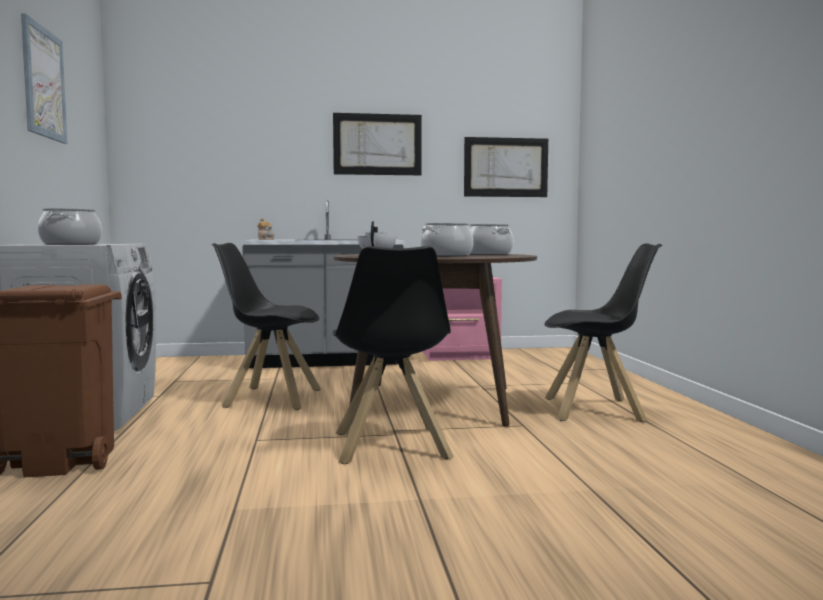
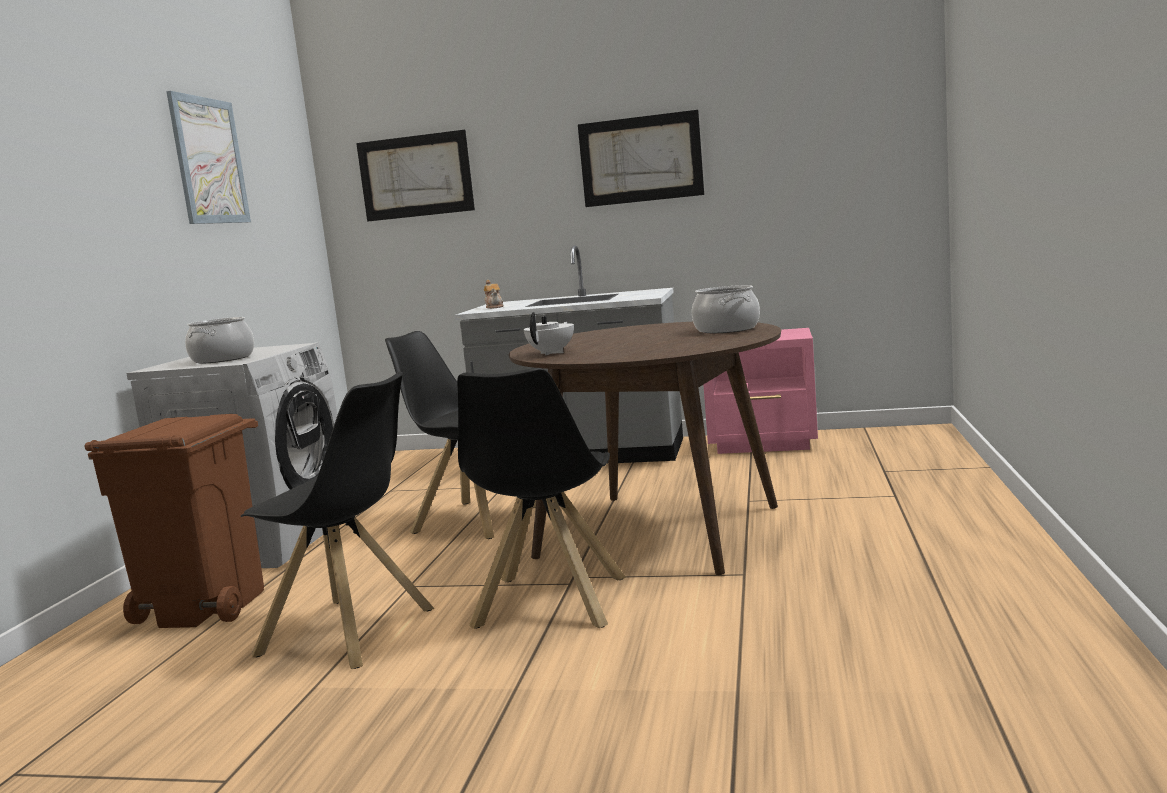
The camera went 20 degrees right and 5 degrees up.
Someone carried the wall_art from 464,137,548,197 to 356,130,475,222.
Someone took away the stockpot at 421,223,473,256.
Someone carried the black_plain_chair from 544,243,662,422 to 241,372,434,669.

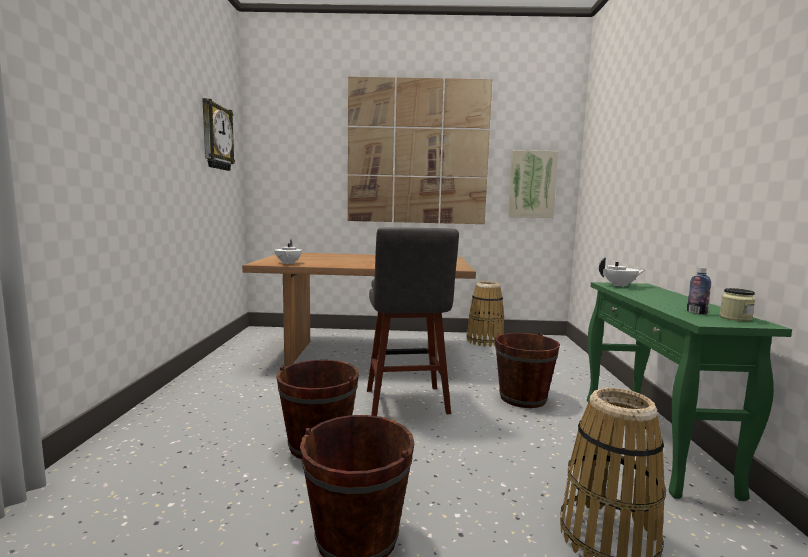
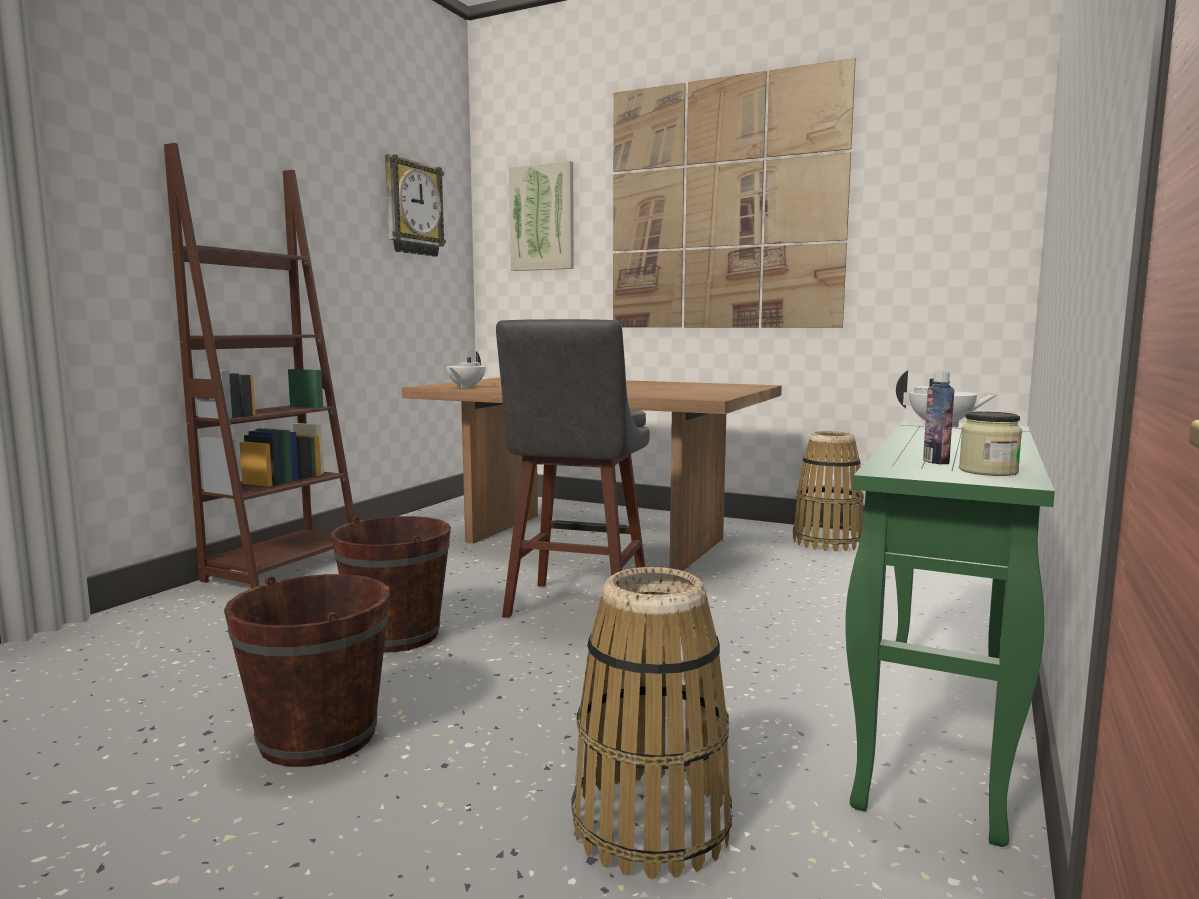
The camera went 25 degrees right and 0 degrees up.
Someone carried the wall_art from 508,150,558,218 to 509,161,574,271.
Someone took away the brown-coloured_bucket at 495,333,560,408.
Someone put down the brown-coloured_bookcase at 164,143,355,589.

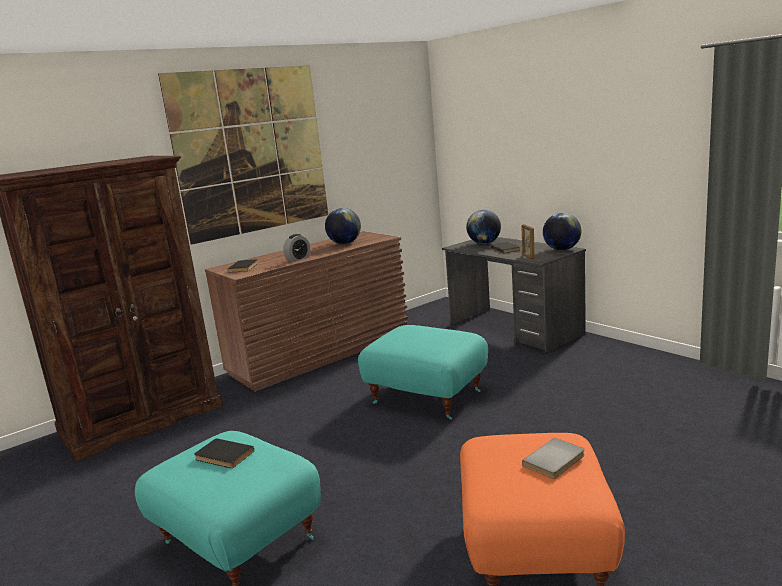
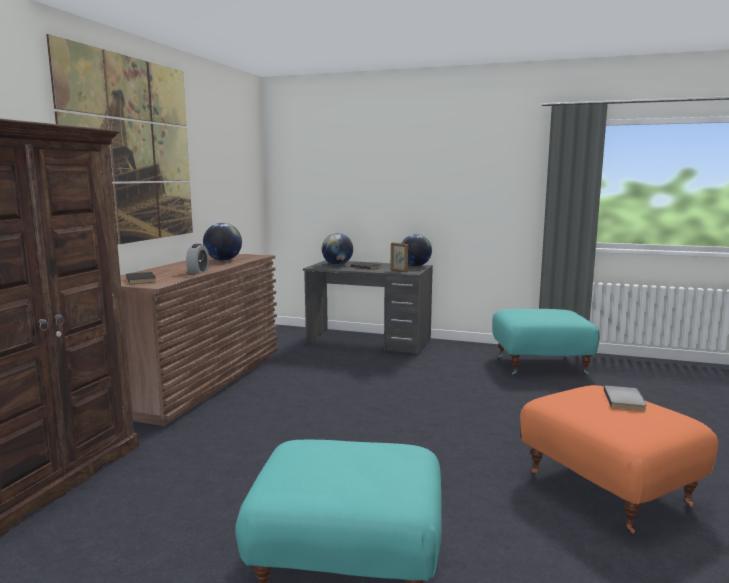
The camera went 35 degrees left and 5 degrees down.
Someone carried the turquoise_ottoman from 358,325,488,420 to 492,309,600,374.
Someone took away the black_book at 194,438,254,468.

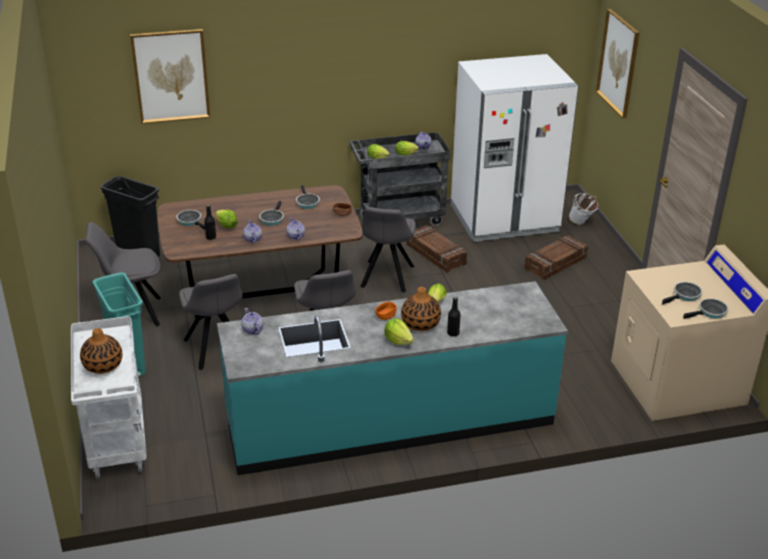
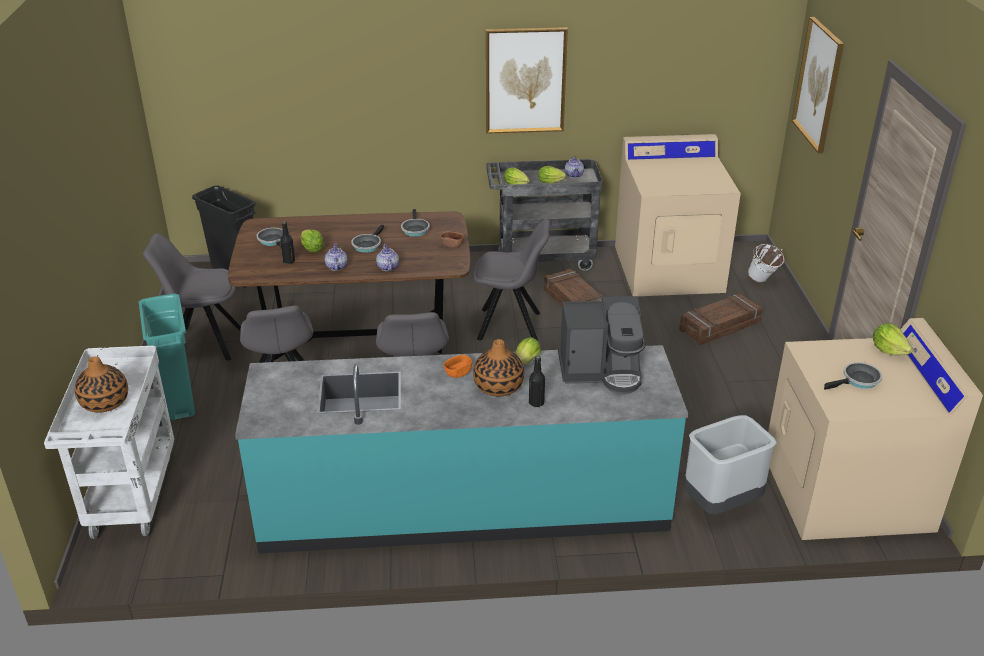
The camera went 10 degrees right and 0 degrees up.
Someone carried the wall_art from 130,29,210,124 to 486,27,568,134.
Someone swapped the white-coloured_refrigerator at 451,54,579,242 for the beige_laundry_appliance at 615,134,741,296.
Someone rotated the greyish_plain_chair at 360,207,416,292 by 105 degrees counterclockwise.
Someone took away the frying_pan at 683,298,729,319.
Someone took away the pot_for_tea at 241,308,263,335.
Someone carried the head_of_lettuce from 384,318,414,345 to 873,323,913,355.
Someone put down the coffee_brewer at 558,296,645,394.
Someone put down the greyish_waste_bin at 684,415,777,514.

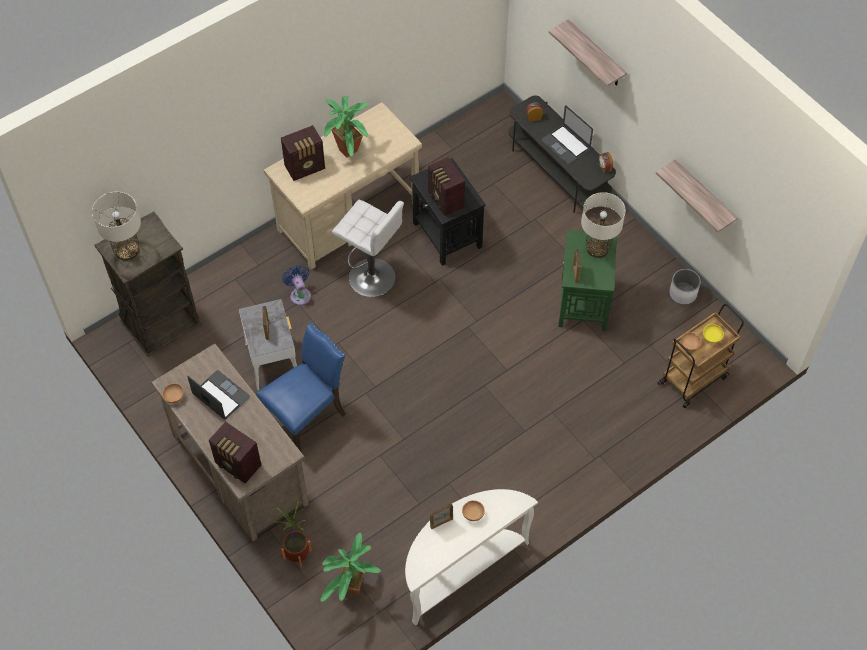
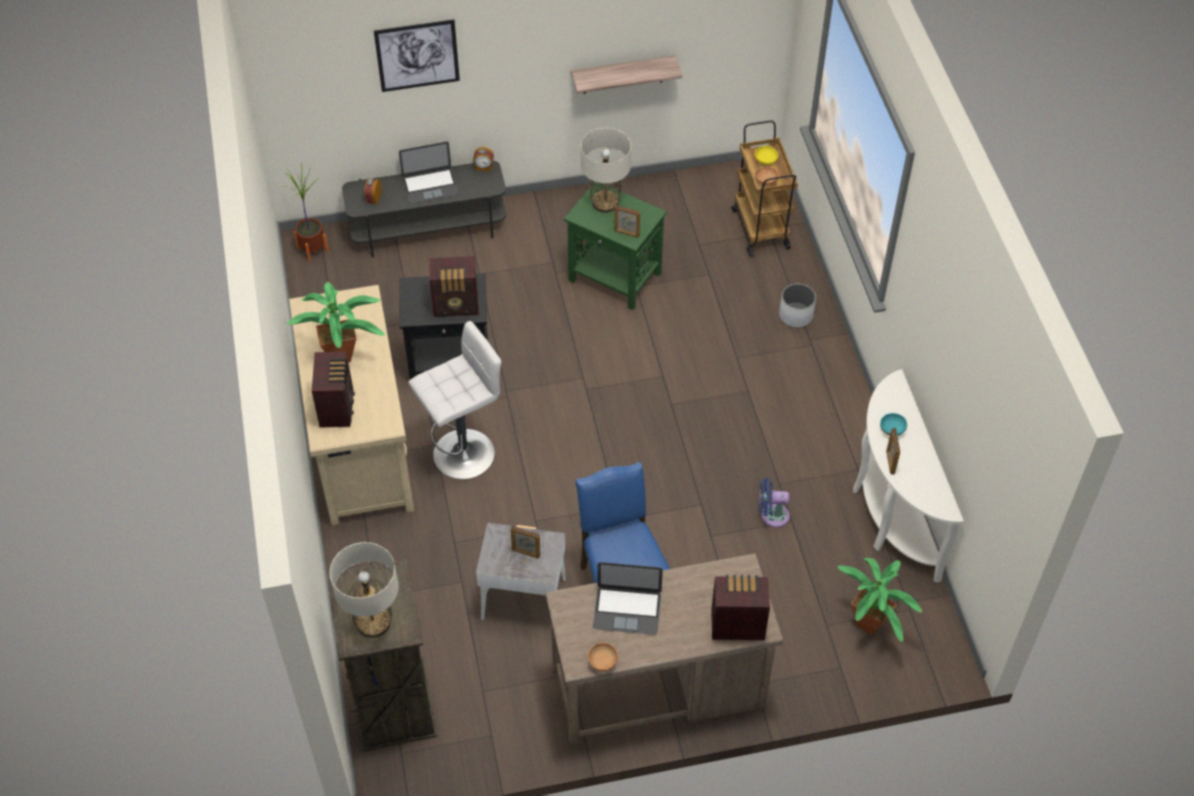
The camera went 65 degrees left and 5 degrees down.
Someone swapped the shelf at 549,19,627,87 for the wall_art at 374,19,460,92.
Someone carried the bluish_fan from 282,265,311,305 to 759,478,790,528.
Someone carried the white-coloured_planter from 669,269,701,305 to 779,284,816,328.
Someone rotated the notebook_computer at 187,370,250,419 by 150 degrees counterclockwise.
Someone rotated the radio_receiver at 209,421,261,484 by 150 degrees counterclockwise.
Someone carried the plant_in_a_pot from 274,499,312,567 to 284,168,328,262.
Someone repainted the brown-coloured_deep_dish at 462,500,485,521, which became the turquoise_deep_dish at 880,413,907,436.

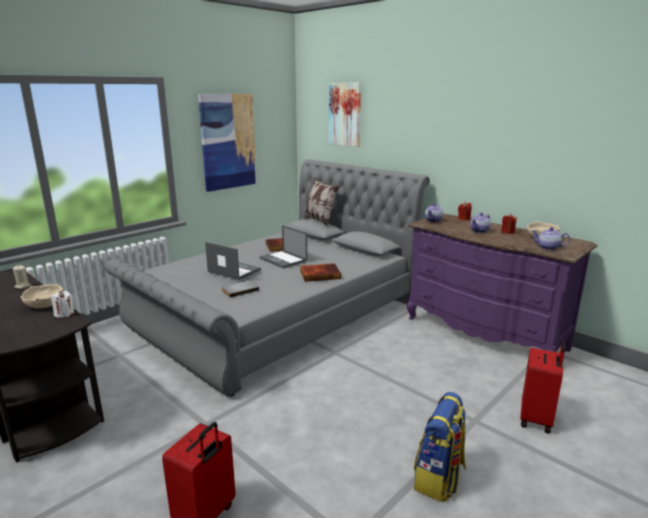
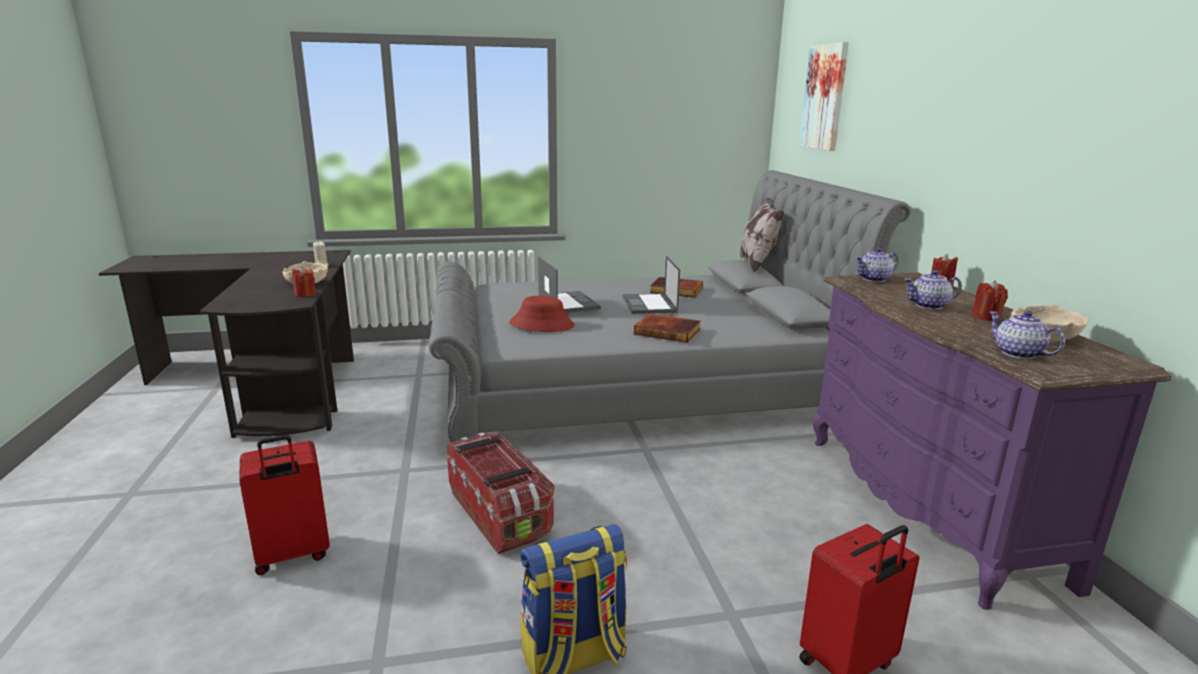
The camera went 35 degrees right and 0 degrees up.
Someone took away the wall_art at 198,94,257,192.
Someone swapped the greyish_book at 222,281,259,297 for the red-coloured_clothing_hat at 509,296,575,332.
Someone repainted the white-coloured_candle at 51,291,74,318, which became the red-coloured_candle at 292,267,316,297.
Someone put down the storage_container at 447,433,554,554.

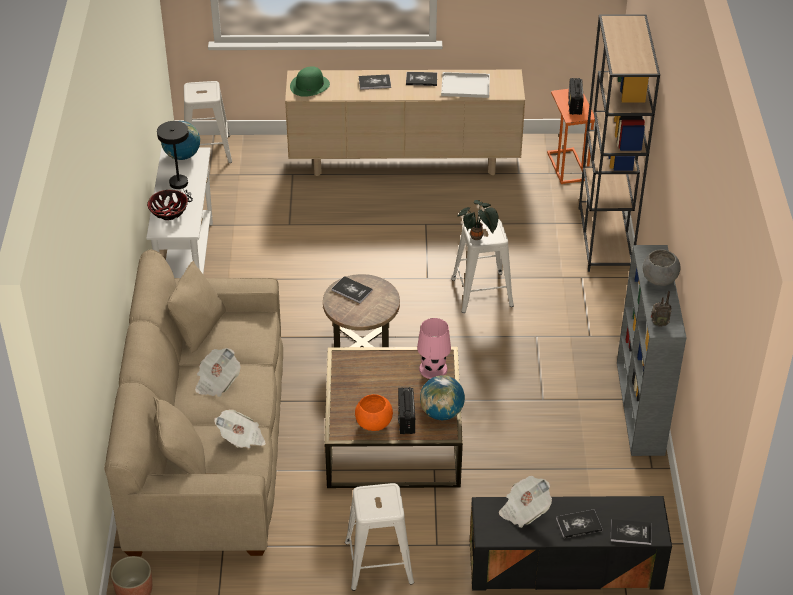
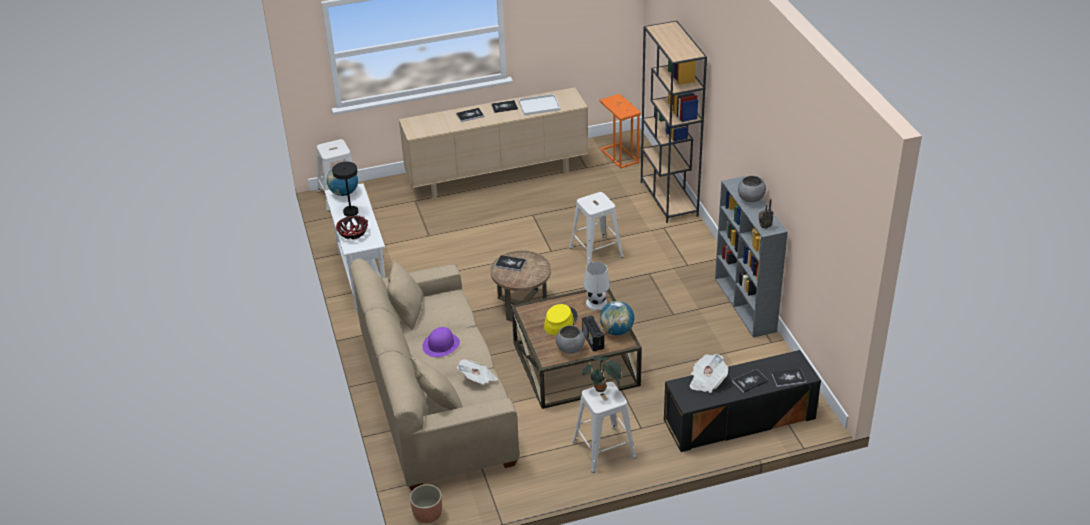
The camera went 15 degrees left and 5 degrees down.
Someone took away the greenish_clothing_hat at 290,66,330,97.
Someone took away the radio_receiver at 568,78,584,115.
Someone carried the plant_in_a_pot from 457,200,498,240 to 582,356,621,392.
Someone repainted the pinkish_lamp_for_a_table at 417,318,451,379, which became the white-coloured_lamp_for_a_table at 584,262,610,311.
Someone swapped the newspaper at 195,348,241,397 for the purplish_clothing_hat at 422,327,460,357.
Someone repainted the orangey_deep_dish at 355,394,393,431, which became the greyish_deep_dish at 556,325,585,354.
Someone put down the yellow-coloured_clothing_hat at 544,304,578,335.

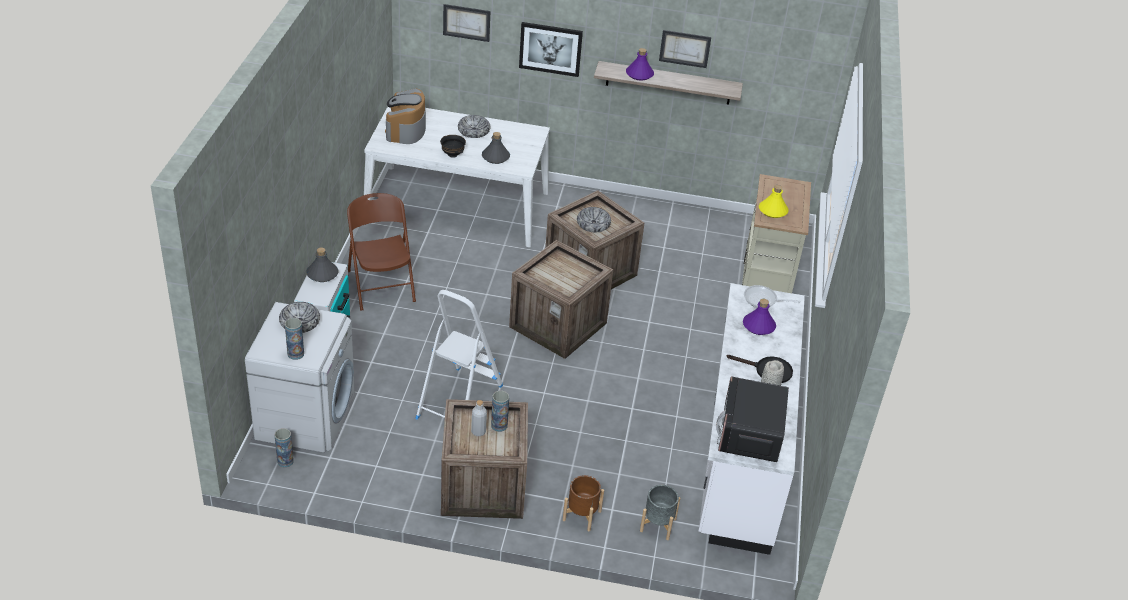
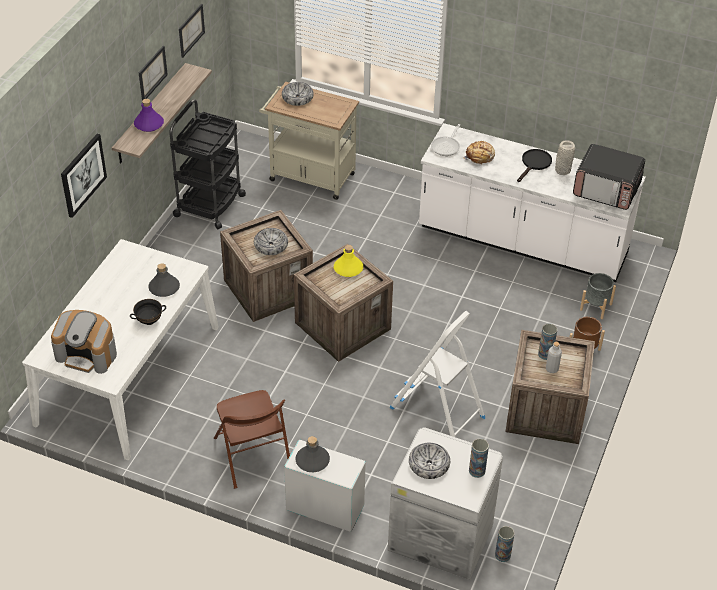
The camera went 75 degrees left and 5 degrees up.
Someone carried the wall_art from 443,4,490,42 to 179,4,205,58.
Someone carried the deep_dish from 458,115,490,138 to 282,82,314,106.
Someone carried the yellow-coloured_drink_bottle from 759,185,789,218 to 334,245,363,277.
Someone rotated the brown-coloured_plain_chair at 347,193,416,311 by 105 degrees counterclockwise.
Someone swapped the purplish_drink_bottle at 743,299,776,335 for the bread at 463,141,495,165.
Someone put down the black_wheeled_cart at 170,99,246,229.

